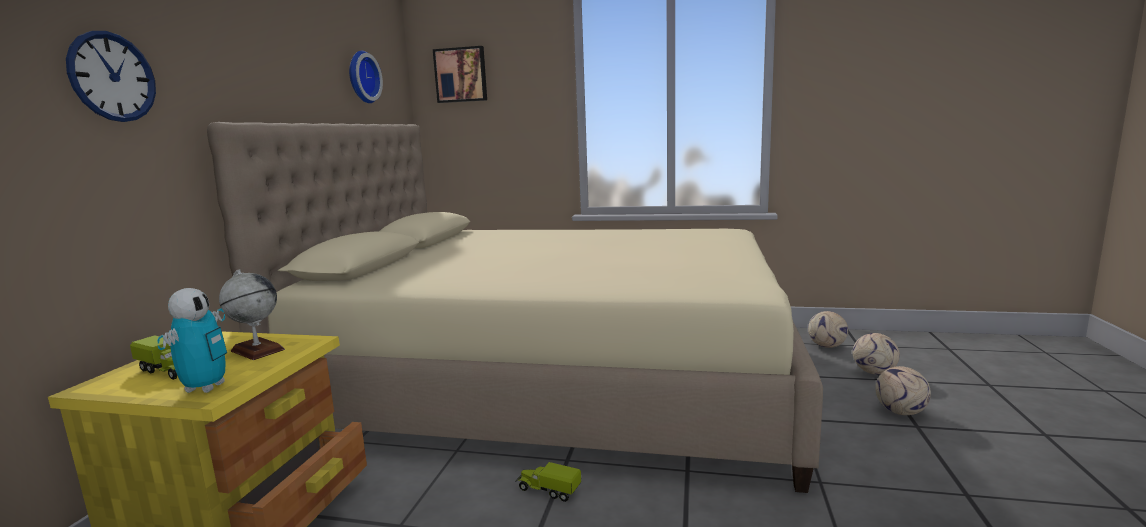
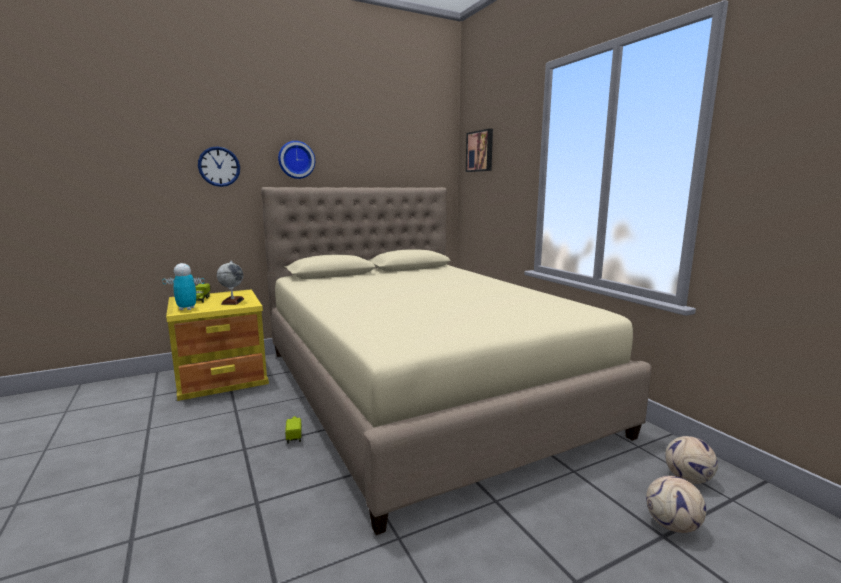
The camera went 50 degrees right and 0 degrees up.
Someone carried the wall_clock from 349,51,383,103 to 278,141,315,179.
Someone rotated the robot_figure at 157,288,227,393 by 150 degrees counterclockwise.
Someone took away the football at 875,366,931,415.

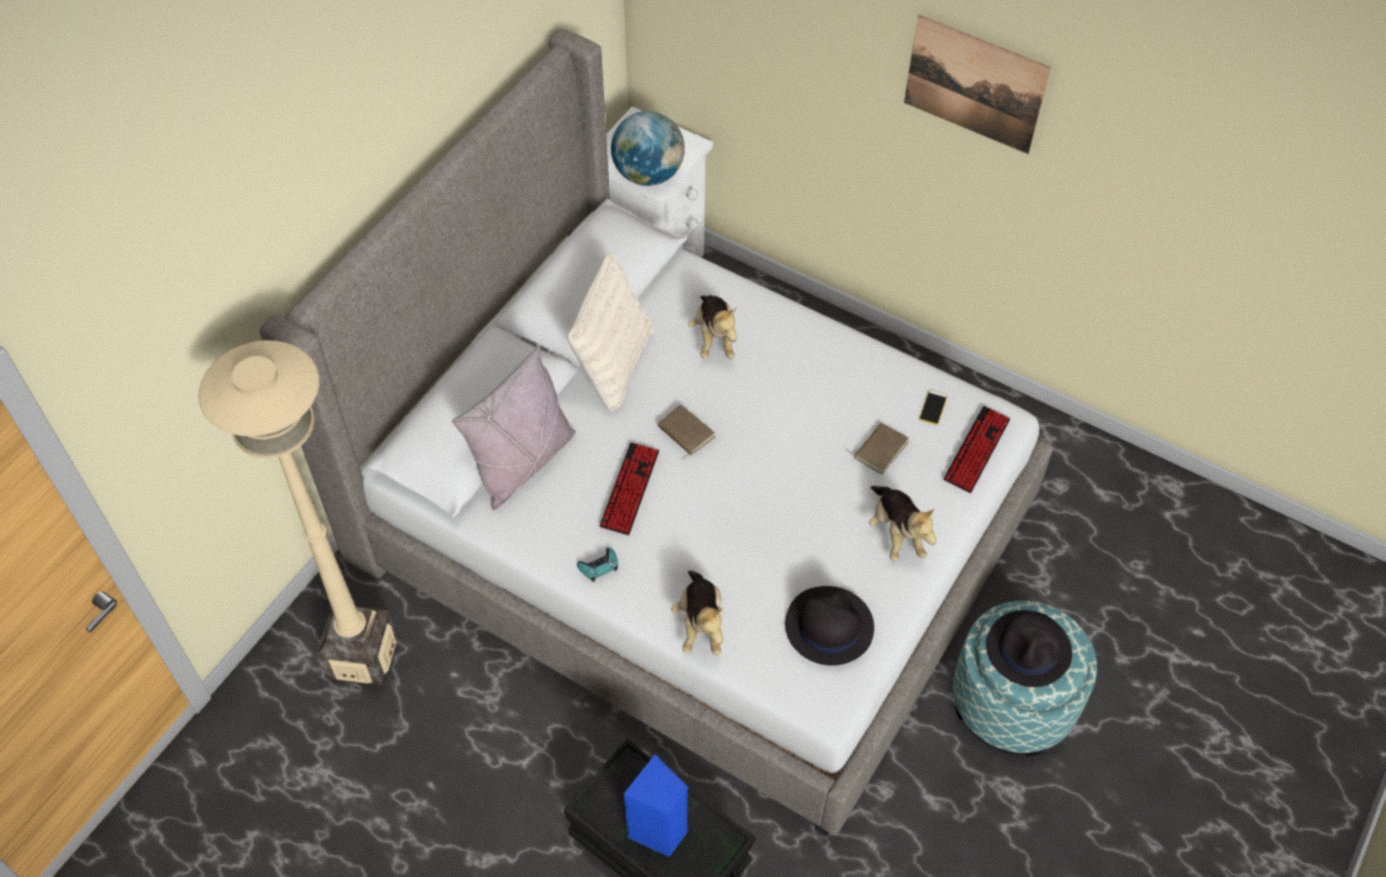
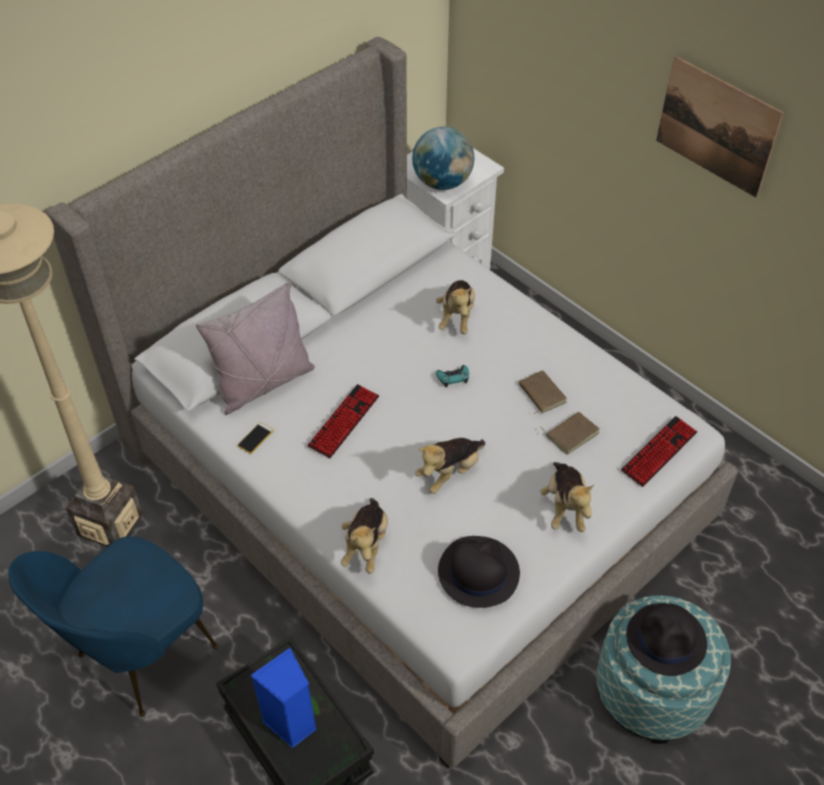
The camera went 15 degrees right and 5 degrees down.
Someone took away the beige_throw_pillow at 567,253,652,411.
Someone carried the phone from 919,390,948,425 to 238,422,274,454.
Someone carried the brown-coloured_book from 658,405,715,459 to 519,370,567,414.
Someone carried the turquoise_game_controller from 577,548,618,582 to 436,365,469,387.
Someone put down the soft_toy at 415,438,485,494.
Someone put down the bluish_plain_chair at 8,536,218,717.

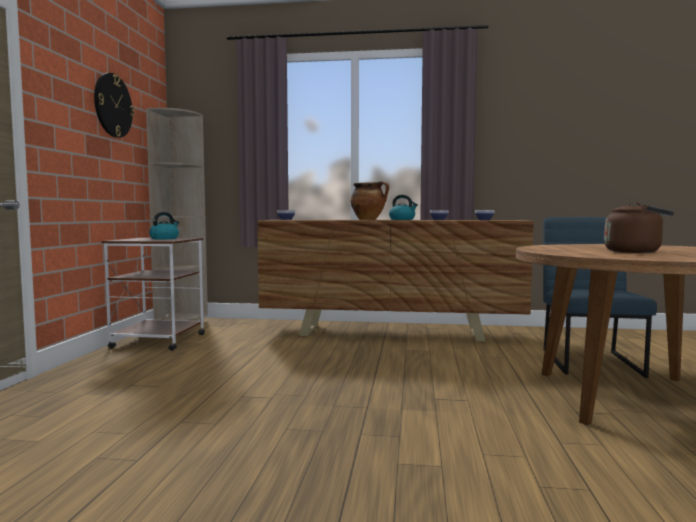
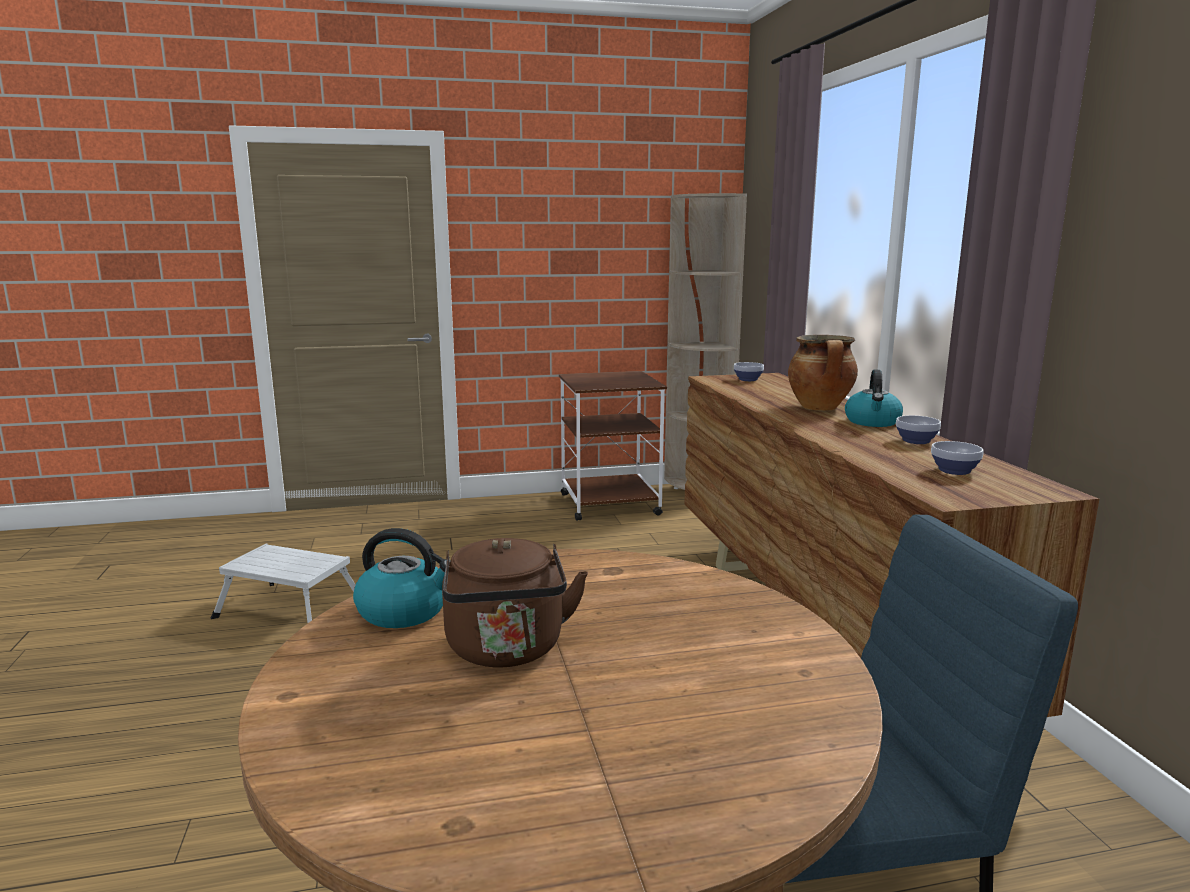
The camera went 70 degrees right and 10 degrees up.
Someone took away the wall_clock at 94,73,134,138.
Someone carried the tea_kettle from 149,212,179,239 to 353,528,451,628.
Someone put down the white-coloured_stepladder at 211,544,356,623.

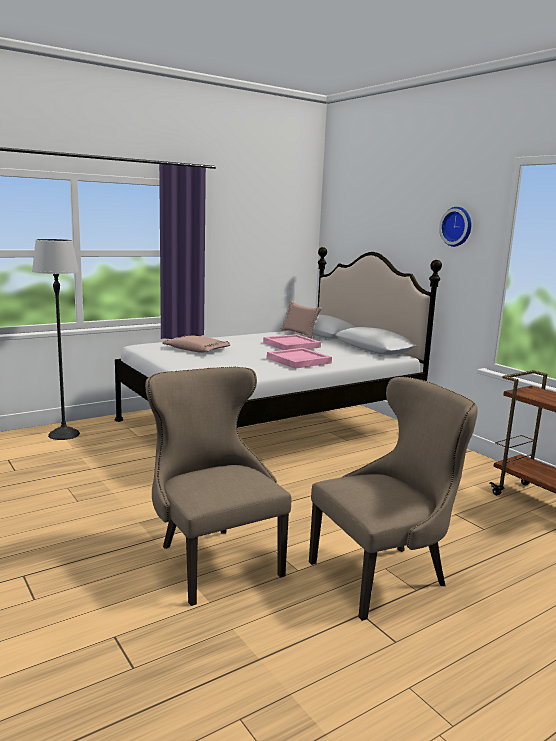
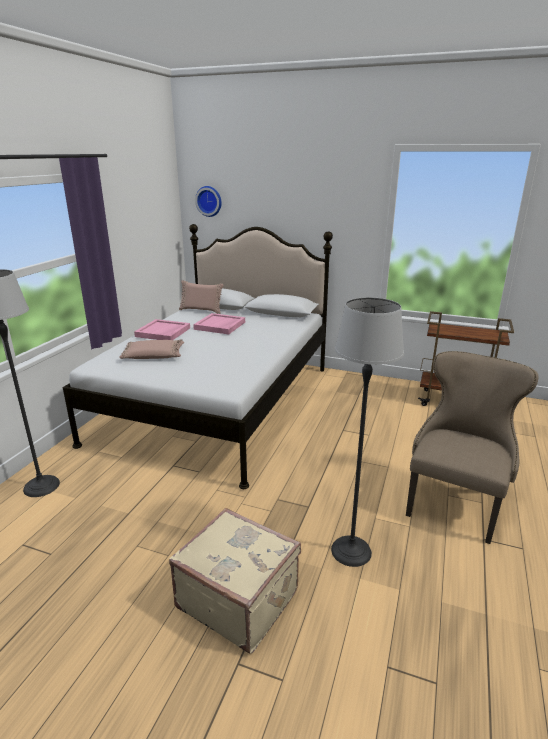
The camera went 35 degrees left and 10 degrees up.
Someone carried the wall_clock from 439,207,471,247 to 195,186,222,217.
Someone carried the pinkish_serving_tray from 267,348,332,369 to 134,319,190,340.
Someone swapped the beige_plain_chair at 145,367,291,606 for the floor_lamp at 331,297,404,567.
Someone put down the beige_travel_case at 169,508,301,654.

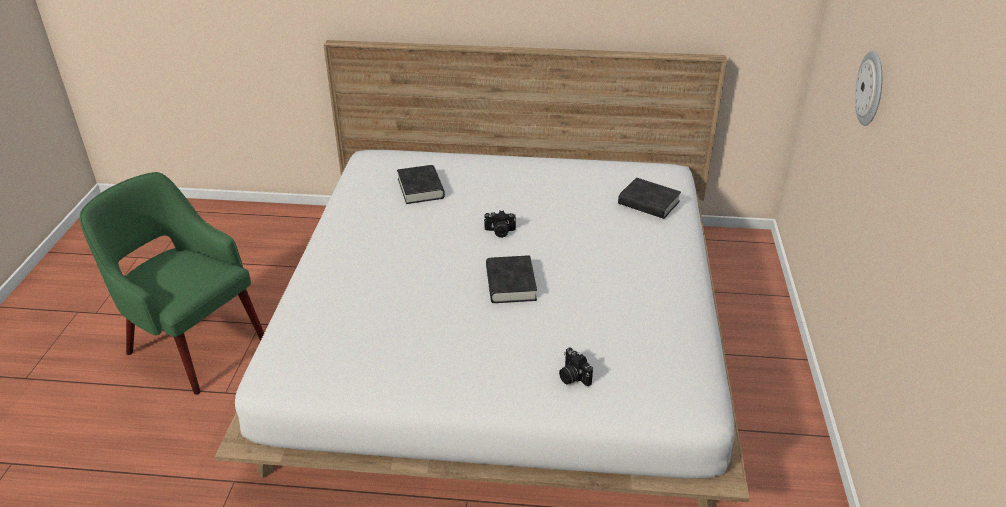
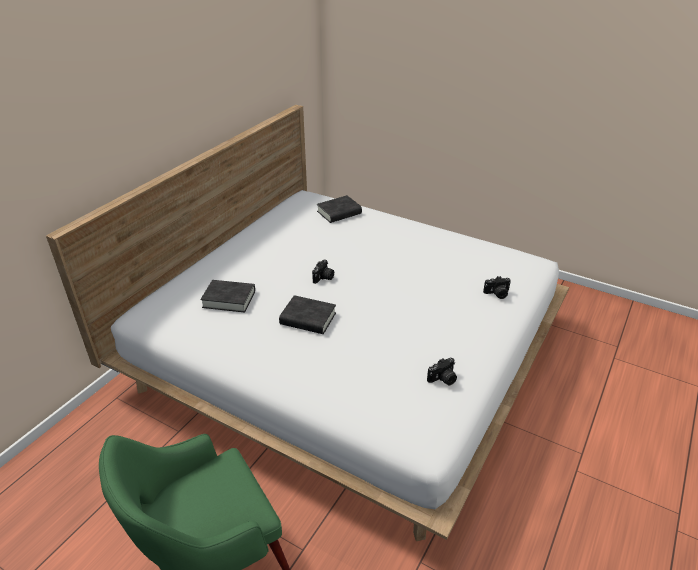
The camera went 65 degrees left and 0 degrees up.
Someone took away the wall_clock at 855,51,882,126.
Someone carried the black_book from 486,255,537,303 to 279,295,336,334.
Someone put down the photo_camera at 427,358,457,385.

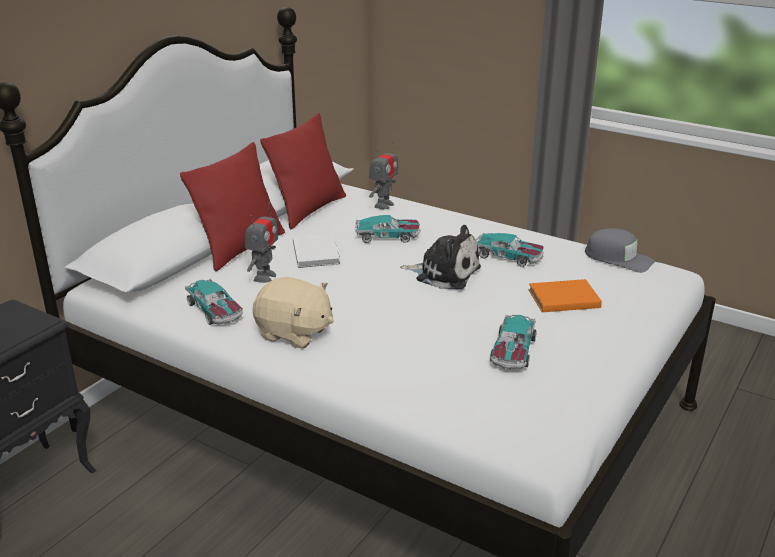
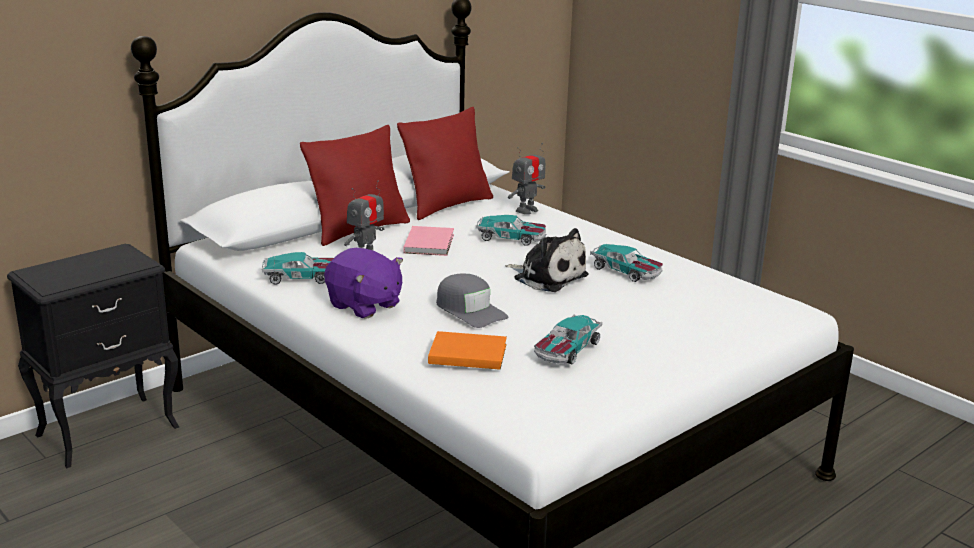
The camera went 15 degrees right and 5 degrees down.
Someone carried the greyish_peaked_cap from 585,228,655,273 to 436,274,508,328.
Someone repainted the white-coloured_book at 293,234,340,268, which became the pinkish_book at 403,226,454,256.
Someone repainted the beige_soft_toy at 252,277,334,349, which became the purplish_soft_toy at 324,248,403,318.
Someone rotated the miniature_car at 185,278,243,325 by 75 degrees counterclockwise.
Someone carried the orangey_book from 529,279,602,312 to 428,331,507,370.

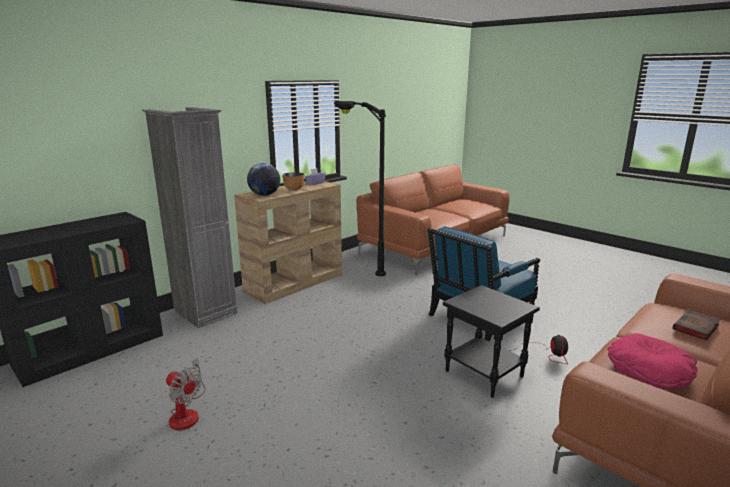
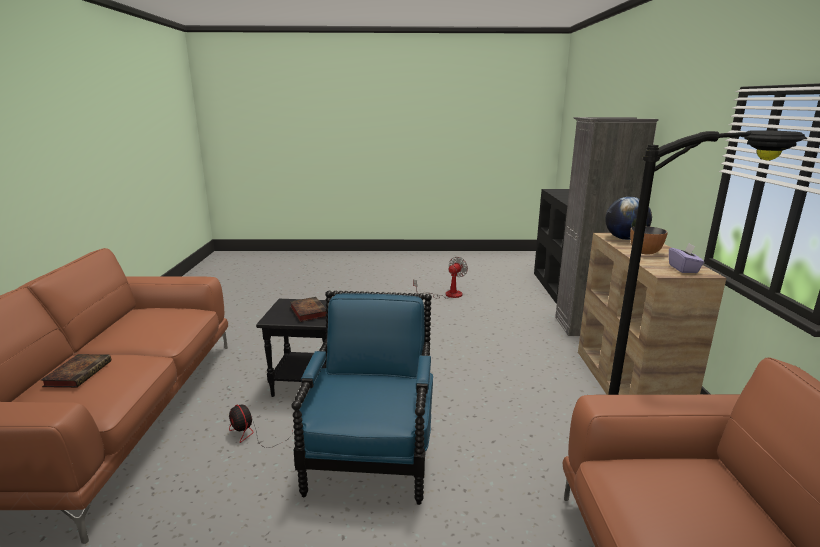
The camera went 135 degrees right and 0 degrees up.
Someone took away the pinkish_throw_pillow at 608,333,698,389.
Someone rotated the fan at 166,358,206,430 by 135 degrees clockwise.
Someone put down the book at 290,297,327,322.

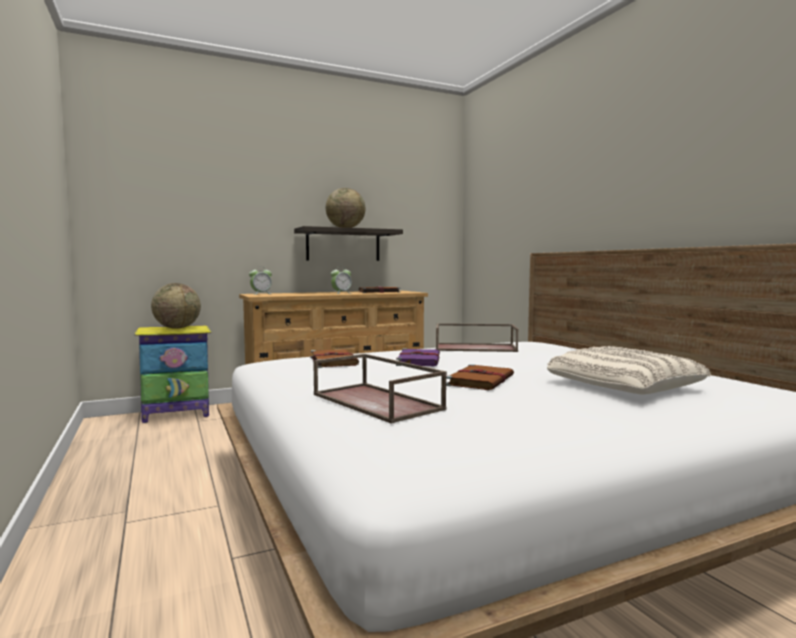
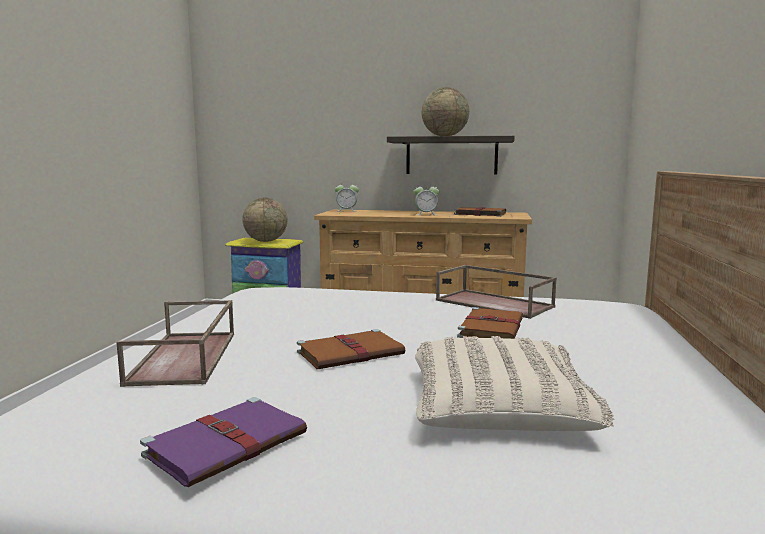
The camera went 35 degrees right and 5 degrees up.
Someone carried the brown-coloured_book from 310,349,359,368 to 457,307,523,339.
Someone carried the purplish_book from 396,349,440,366 to 140,397,307,487.

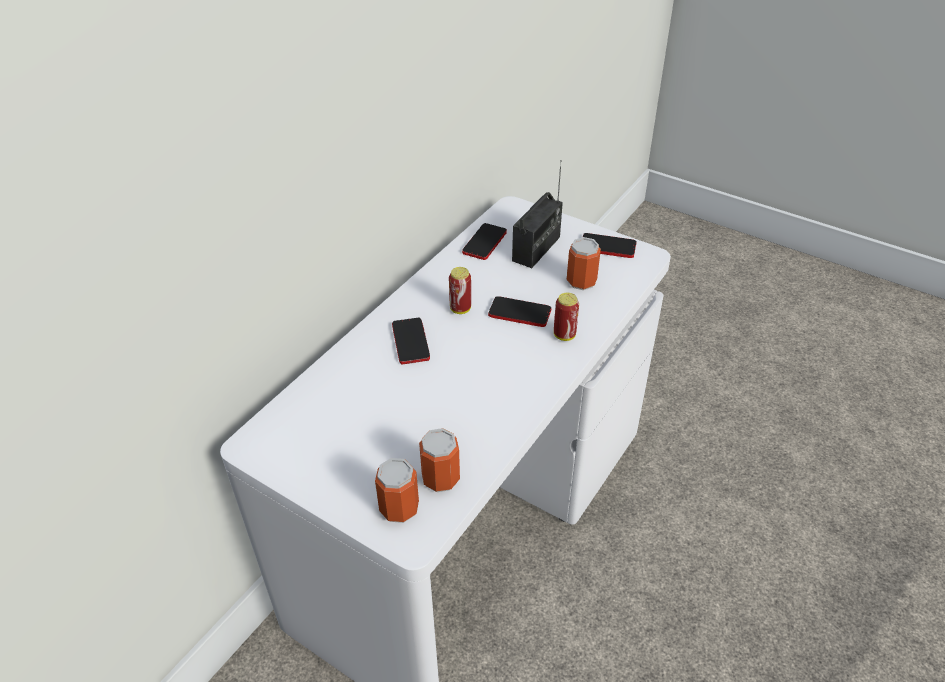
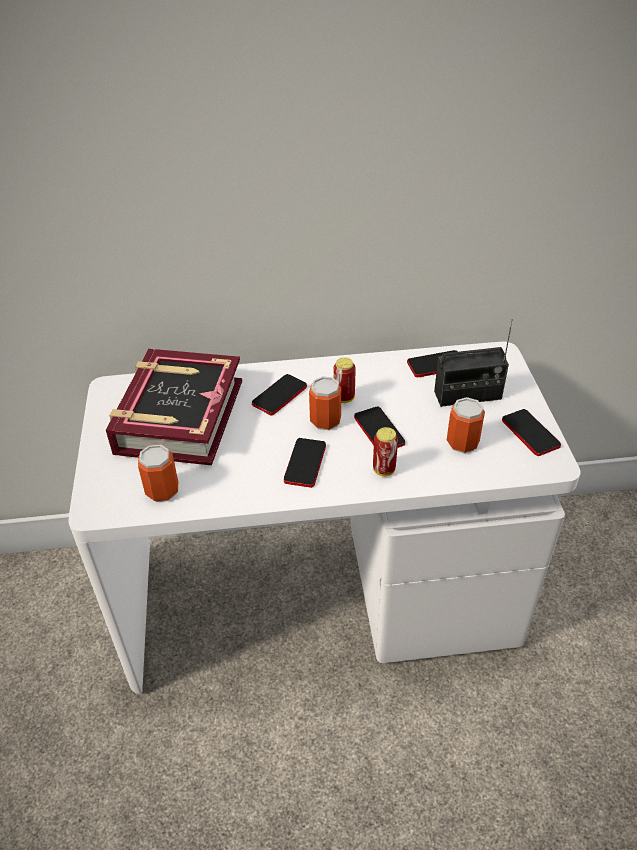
The camera went 50 degrees right and 0 degrees up.
Someone carried the metal_can from 375,458,419,523 to 309,376,341,430.
Someone put down the book at 106,349,242,465.
Someone put down the phone at 284,438,326,488.

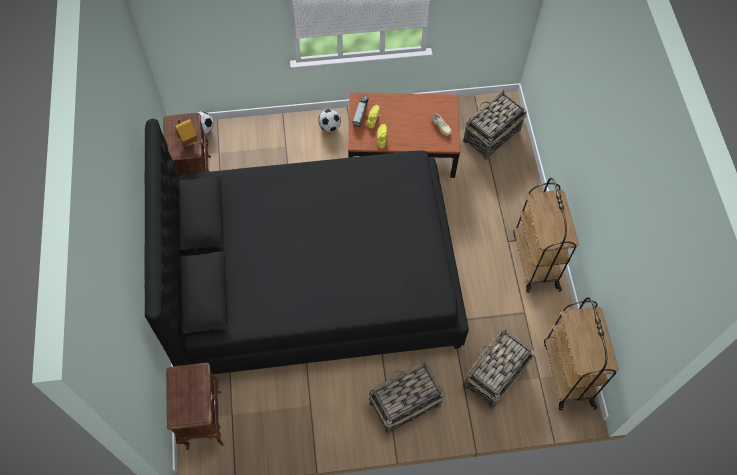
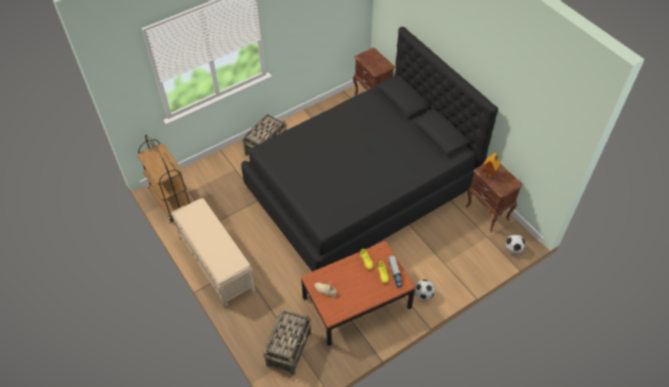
The camera went 155 degrees right and 10 degrees down.
Someone swapped the brown-coloured_wheeled_cart at 513,178,579,292 for the beige_long_seat at 171,198,255,307.
Someone took away the basket at 463,329,535,409.

